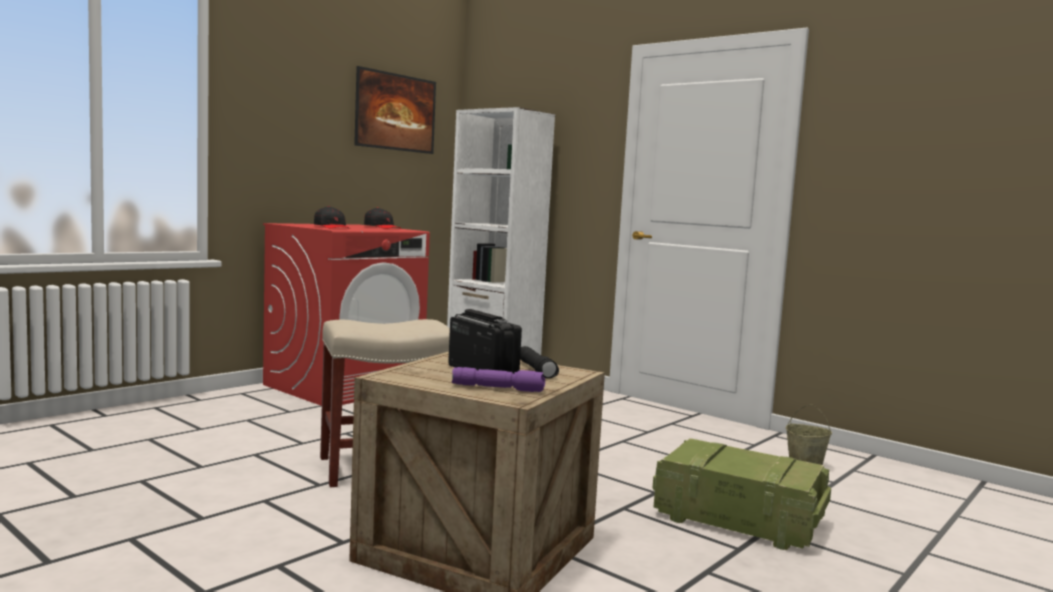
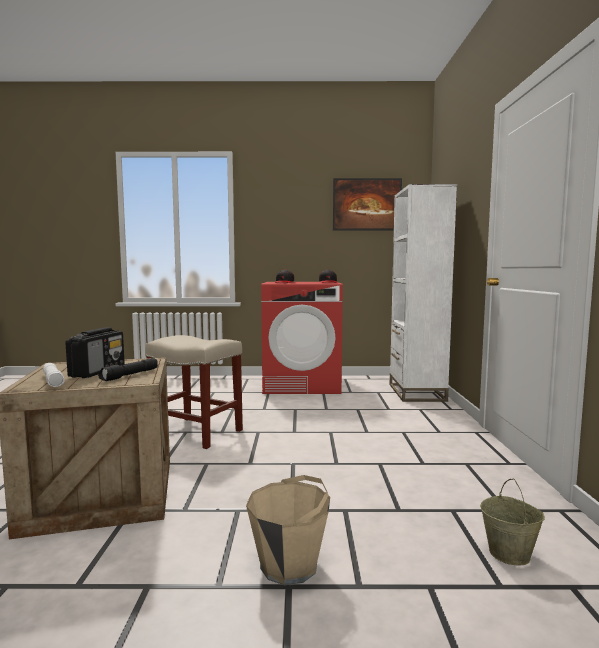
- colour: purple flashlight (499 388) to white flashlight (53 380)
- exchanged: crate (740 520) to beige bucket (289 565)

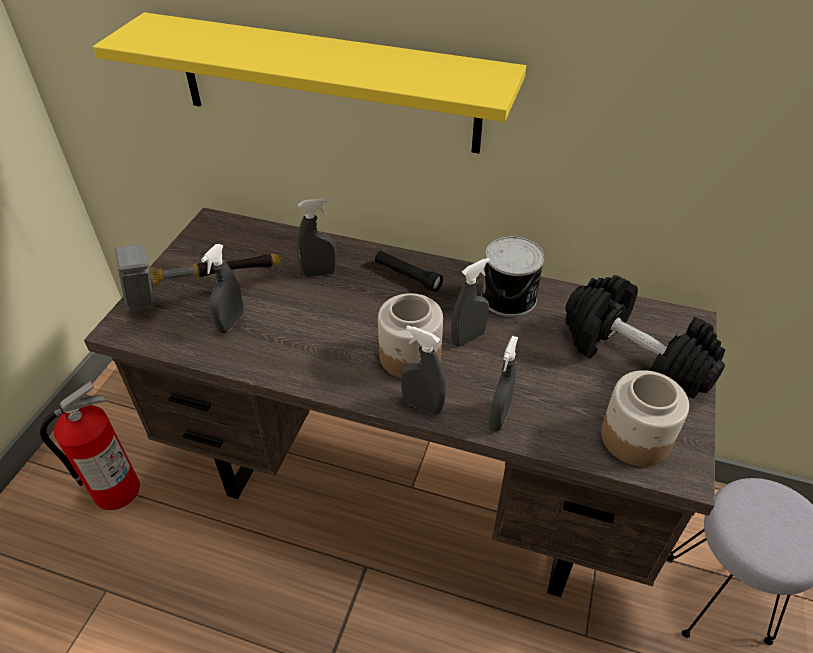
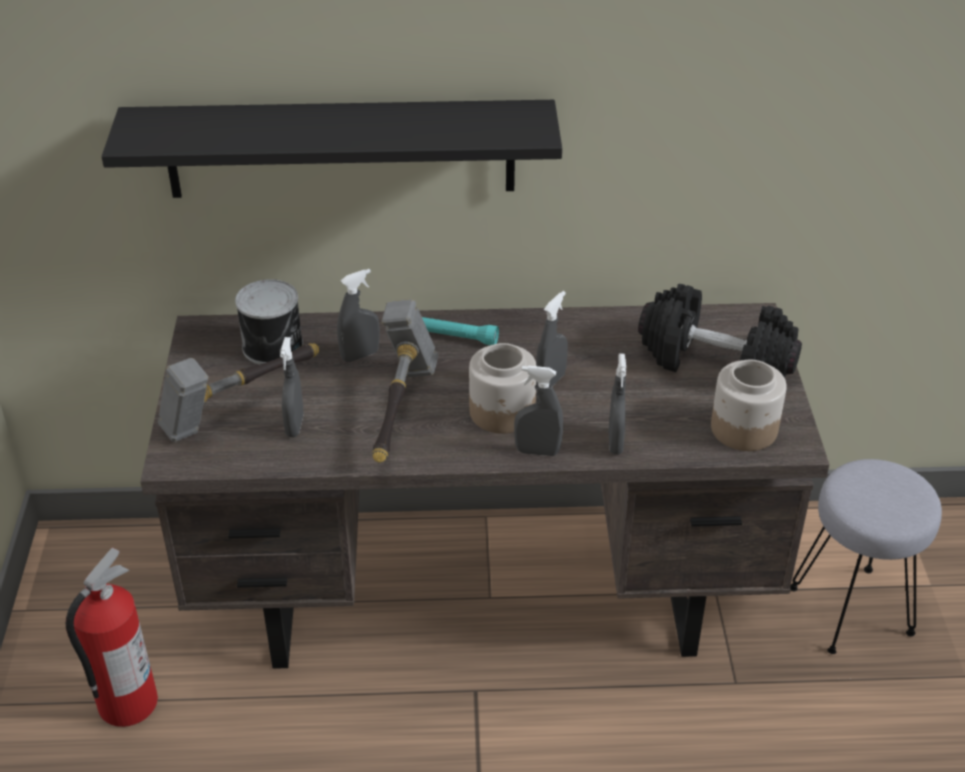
- colour: yellow shelf (326 84) to black shelf (340 148)
- colour: black flashlight (407 276) to turquoise flashlight (457 337)
- relocated: can (510 298) to (274 346)
- appeared: hammer (400 412)

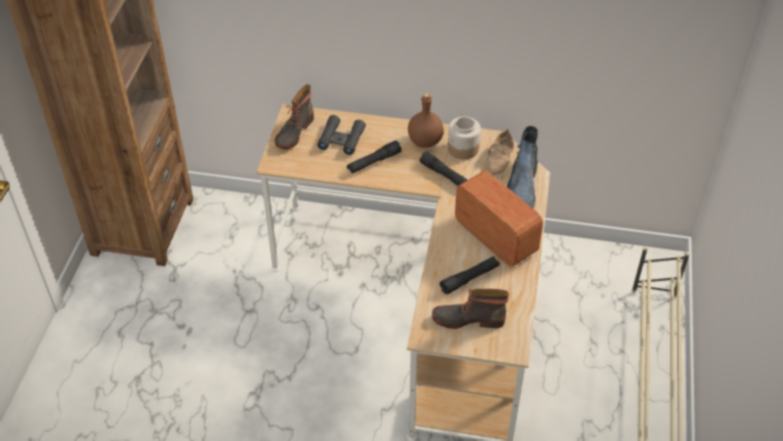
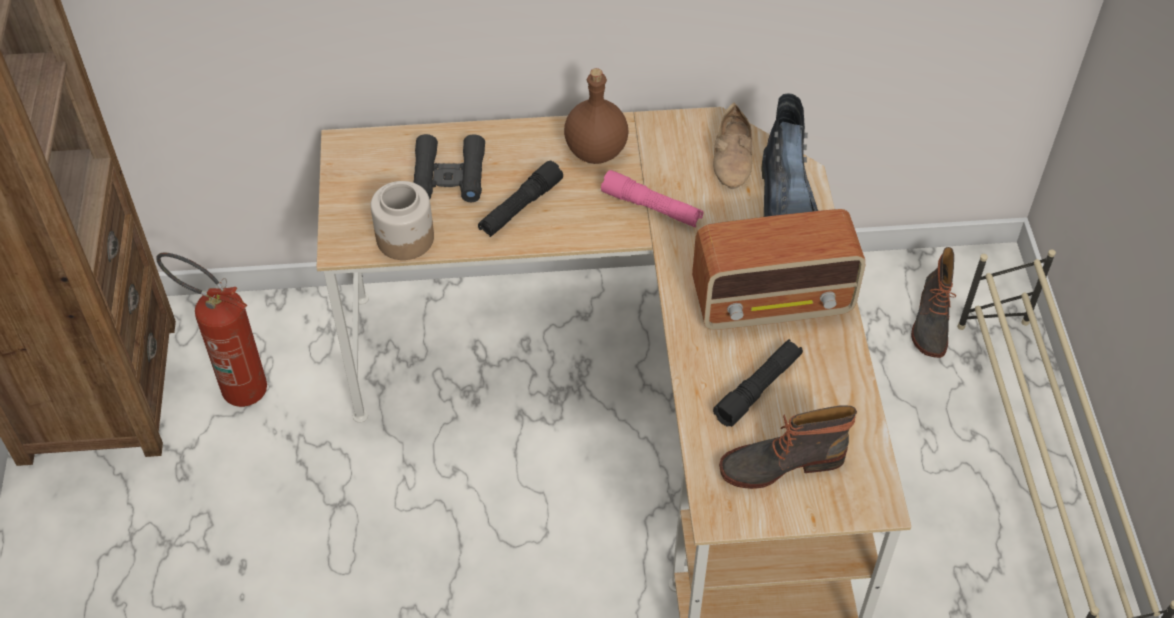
- relocated: boot (293 132) to (930 323)
- colour: black flashlight (445 176) to pink flashlight (651 207)
- relocated: jar (463 149) to (405 239)
- spun: radio (494 237) = (773 302) 135 degrees clockwise
- appeared: fire extinguisher (234 385)

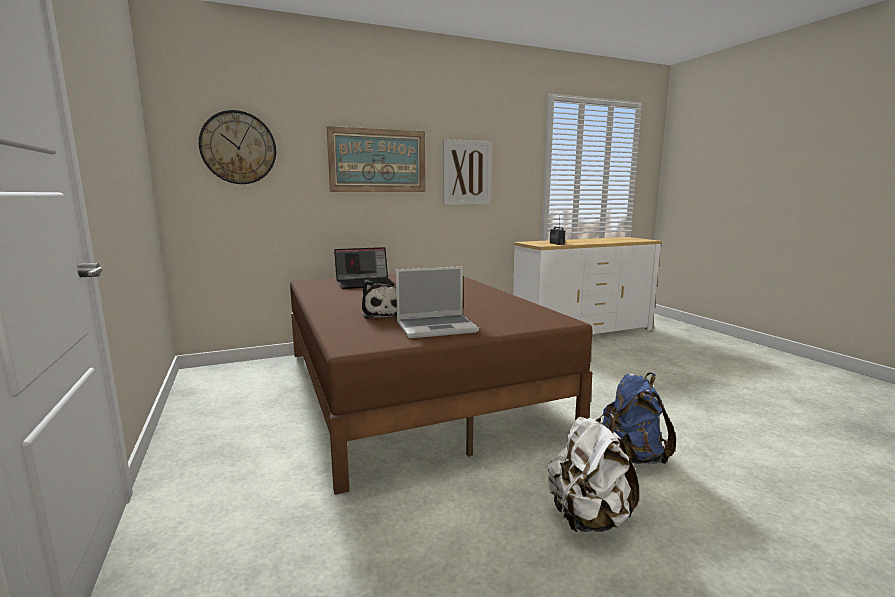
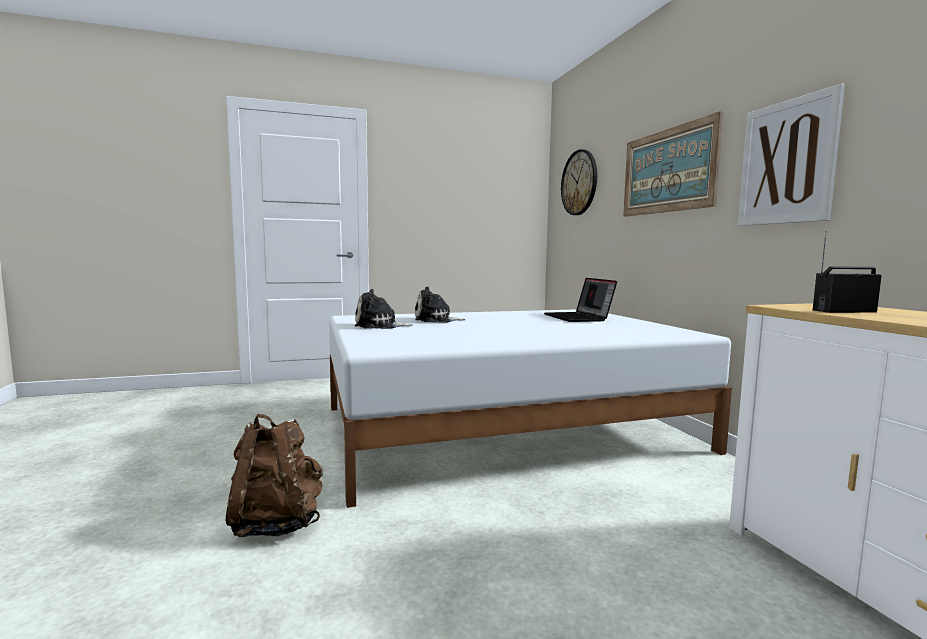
- colour: brown bed (413 387) to white bed (505 428)
- exchanged: laptop (437 327) to plush toy (379 326)
- missing: white backpack (588 518)
- colour: blue backpack (630 457) to brown backpack (277 524)

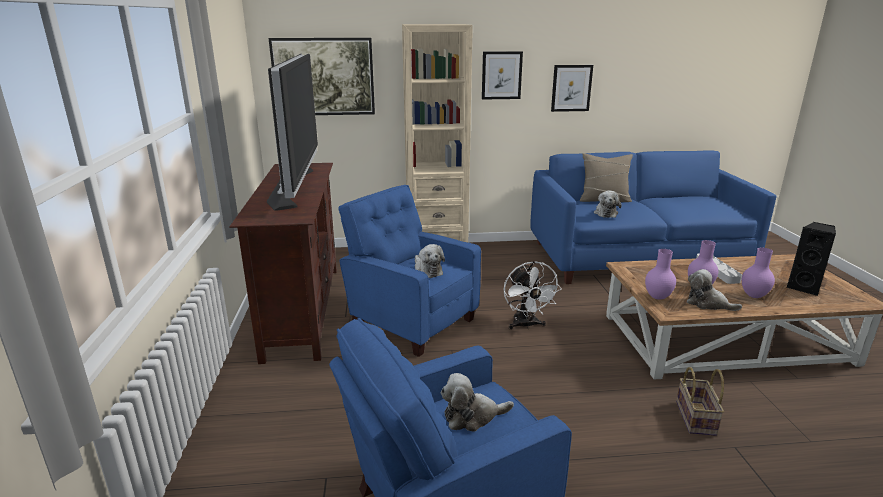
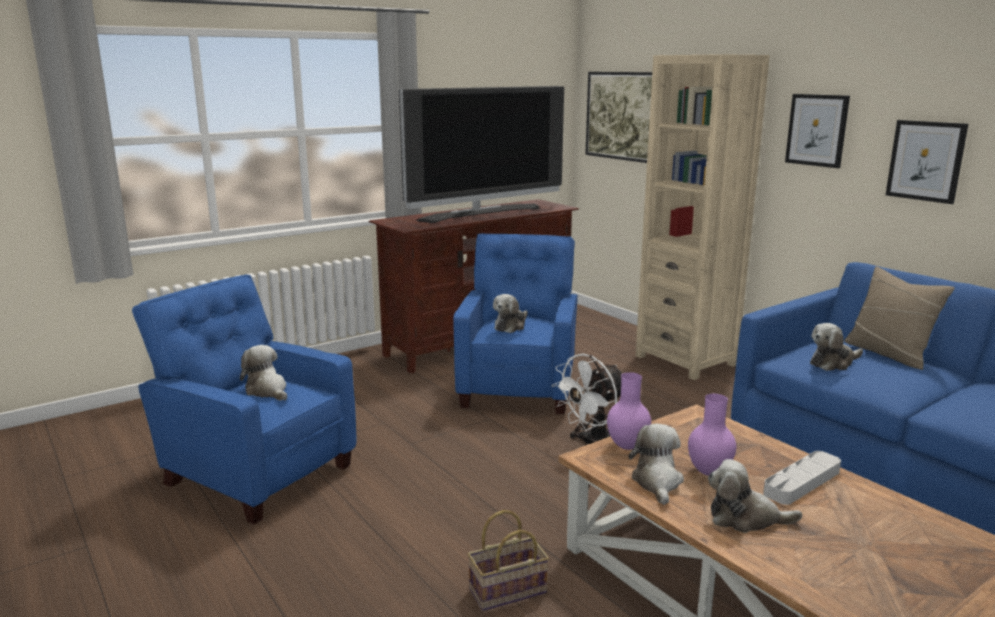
- exchanged: purple vase (754 296) to plush toy (745 518)
- missing: black speaker (804 288)

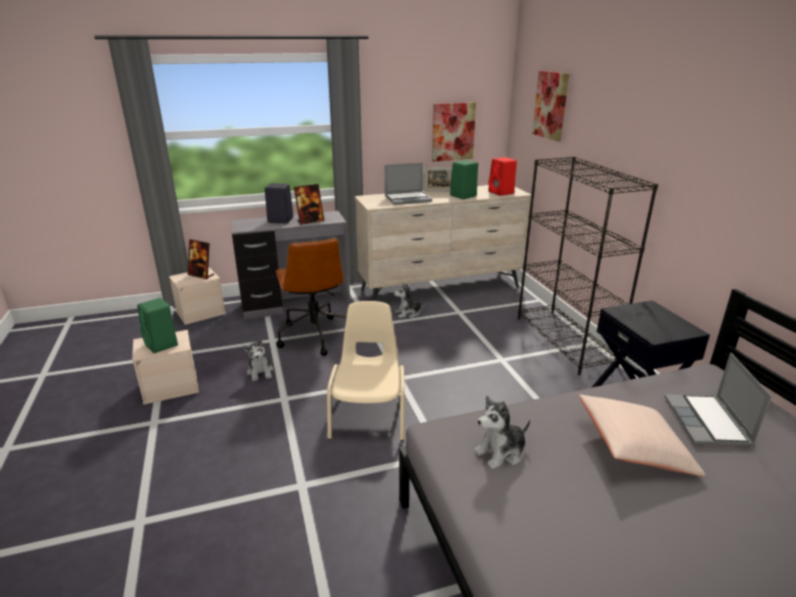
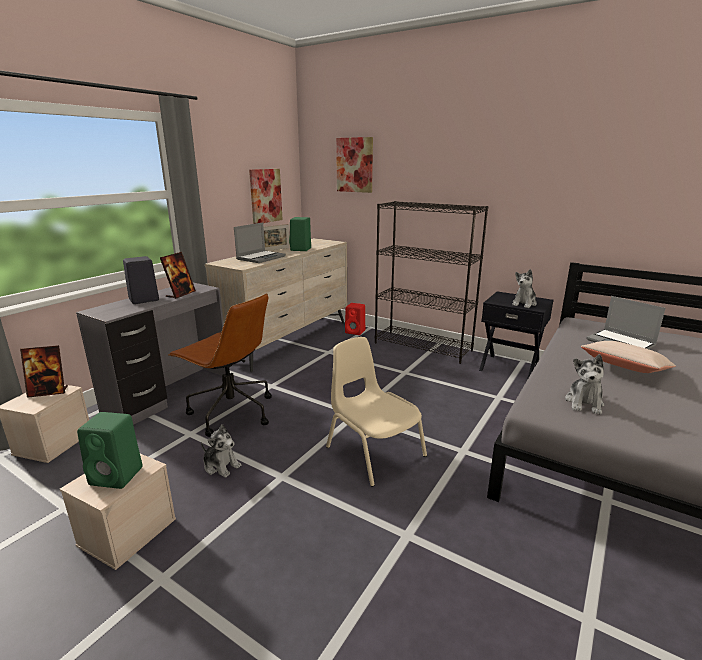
- relocated: plush toy (408 313) to (524 303)
- relocated: red speaker (501 193) to (356 332)

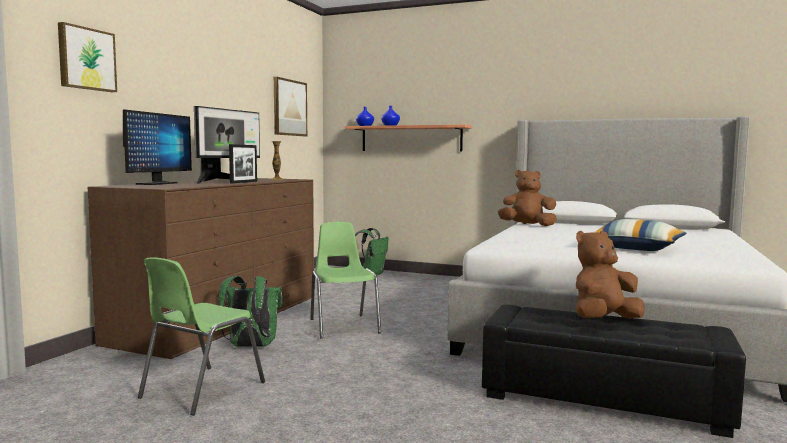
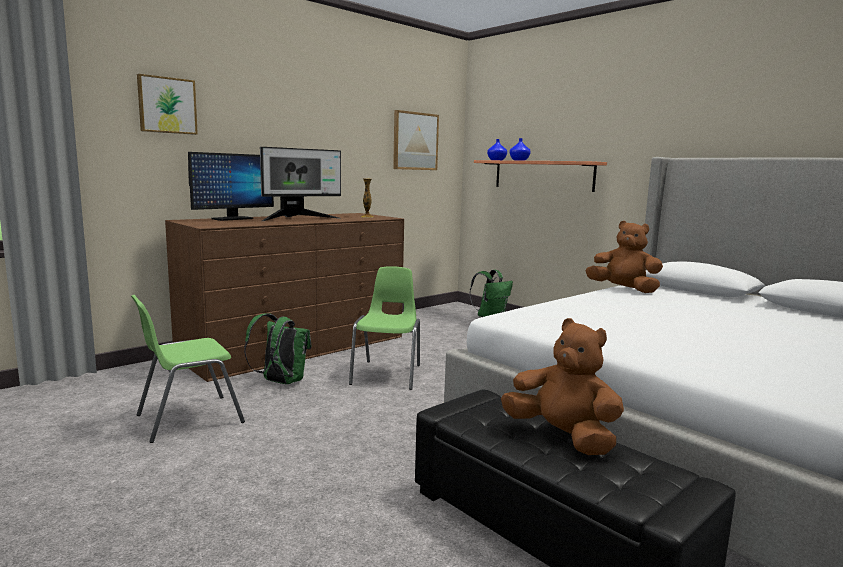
- missing: picture frame (244 182)
- spun: brown plush toy (603 320) = (562 437) 45 degrees clockwise
- missing: pillow (637 248)

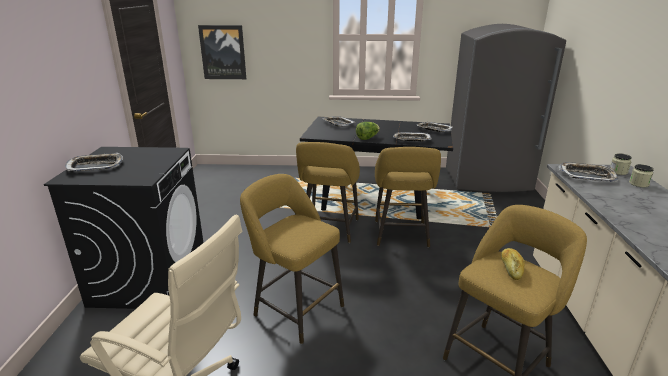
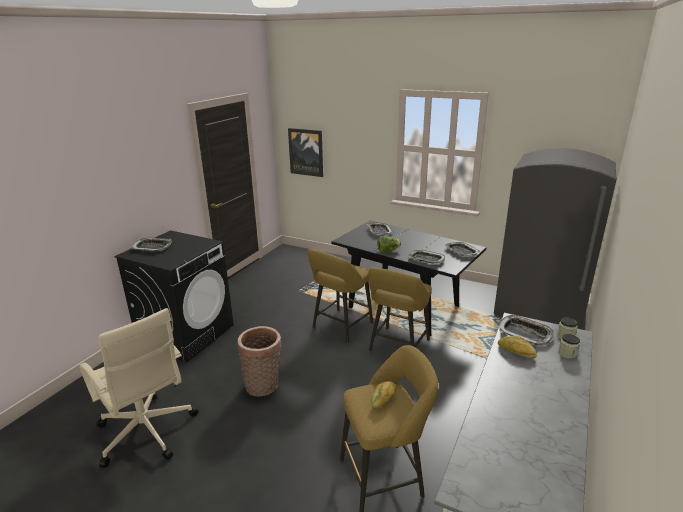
- exchanged: yellow stool (295 309) to basket (264 386)
- appeared: bread (516 352)

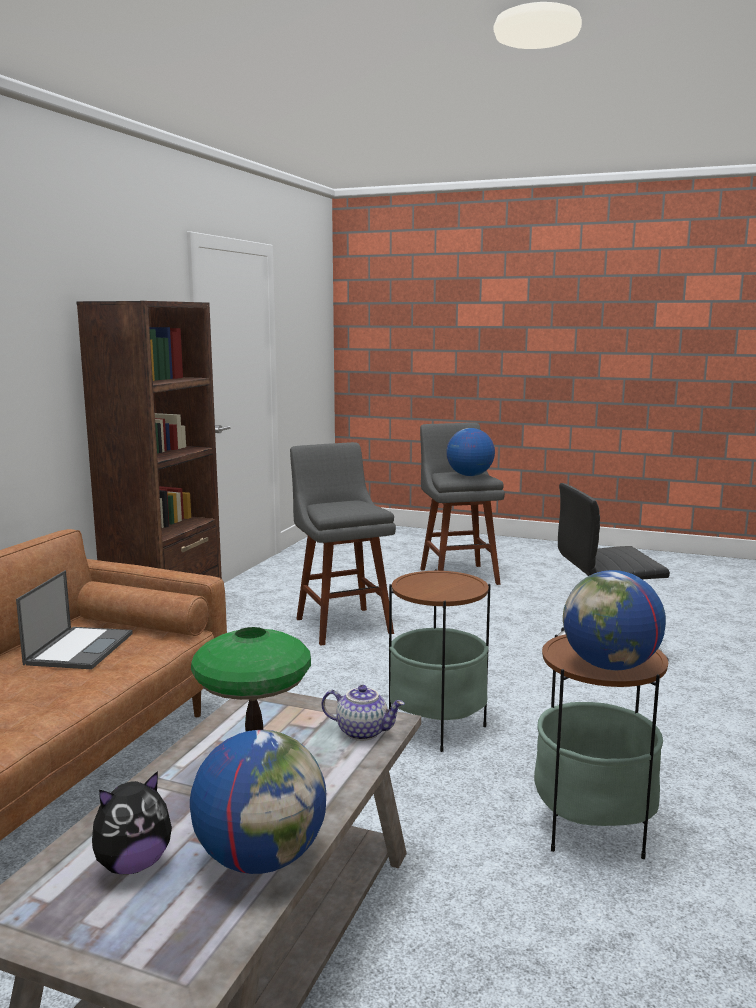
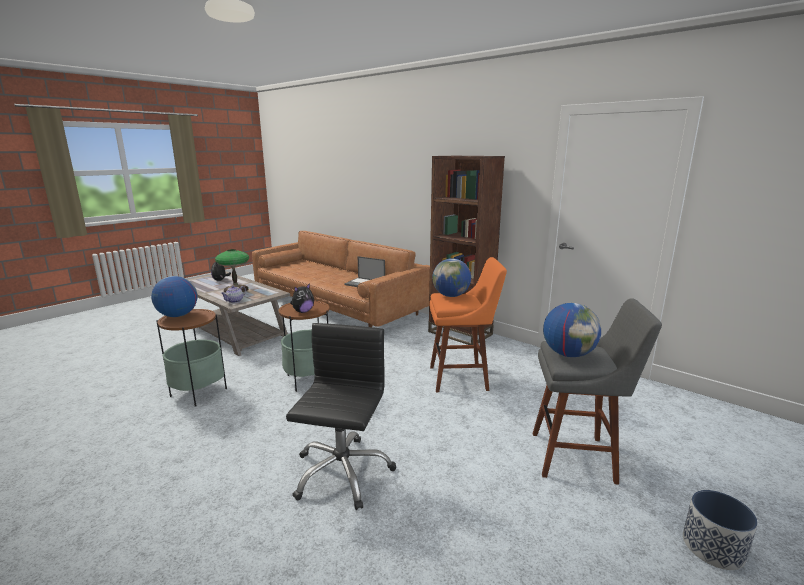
- relocated: globe (261 858) to (451 296)
- colour: grey stool (342 624) to orange stool (462 378)
- appeared: plush toy (303 311)
- appeared: planter (713 548)

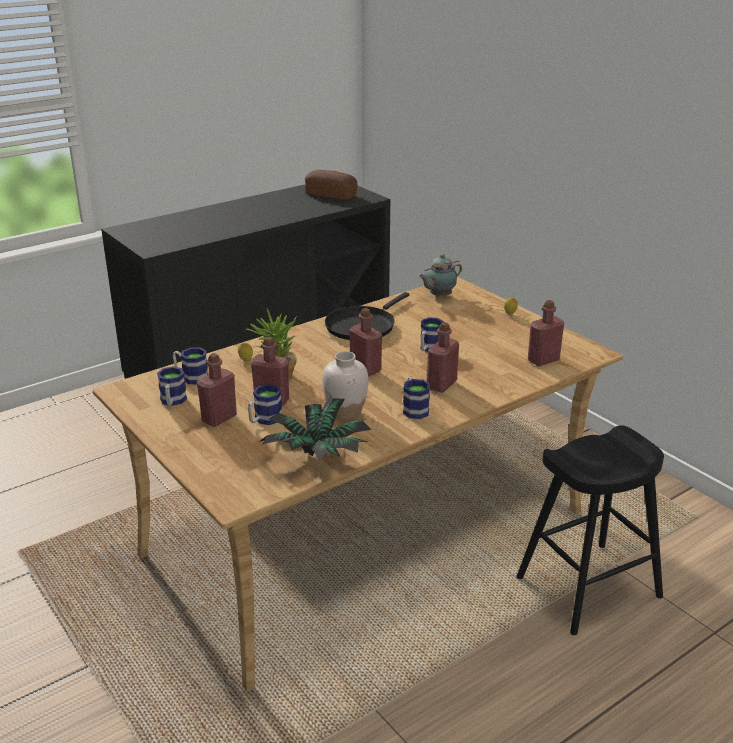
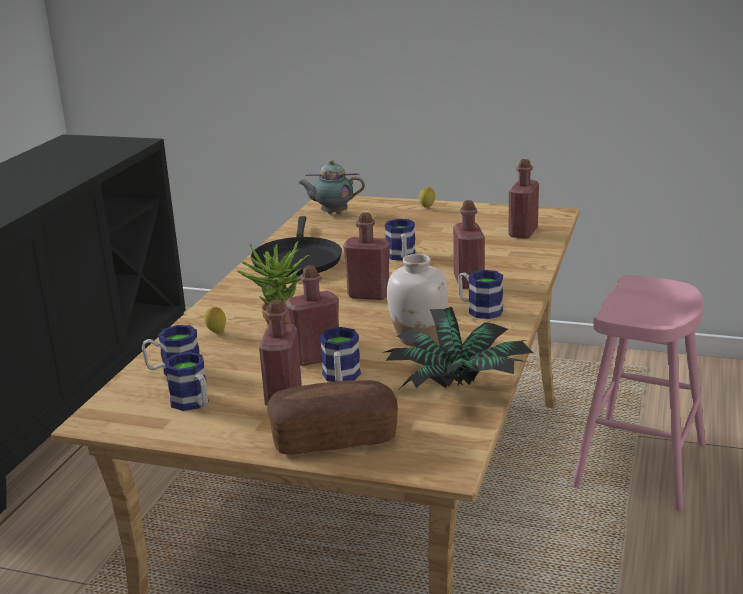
- relocated: bread (331 194) to (334 438)
- spun: teapot (439 296) = (332 213) 75 degrees clockwise
- colour: black stool (588 587) to pink stool (640 464)

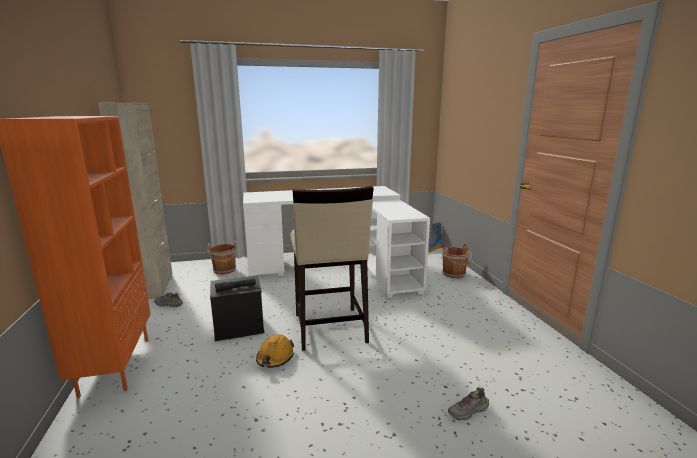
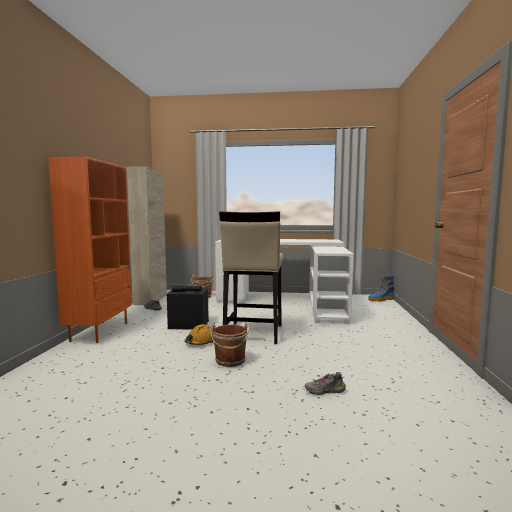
- relocated: brown bucket (454 274) to (230 361)

